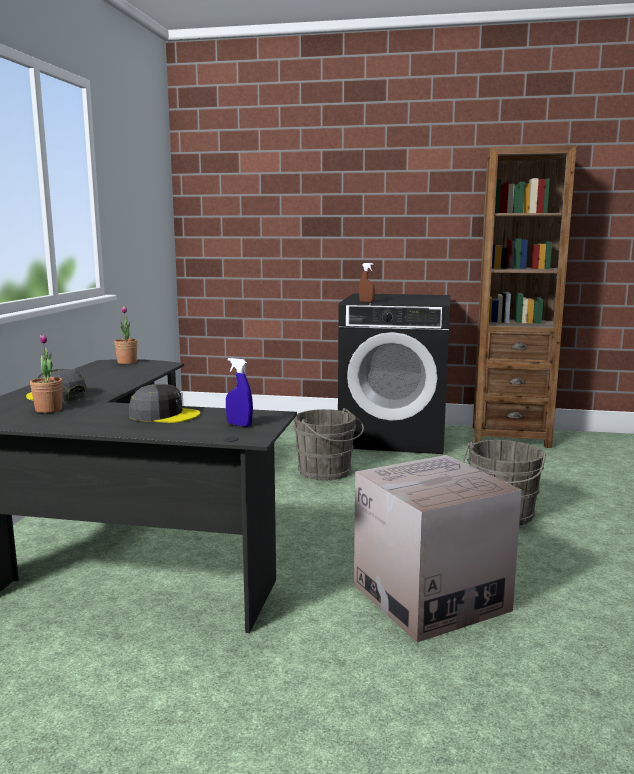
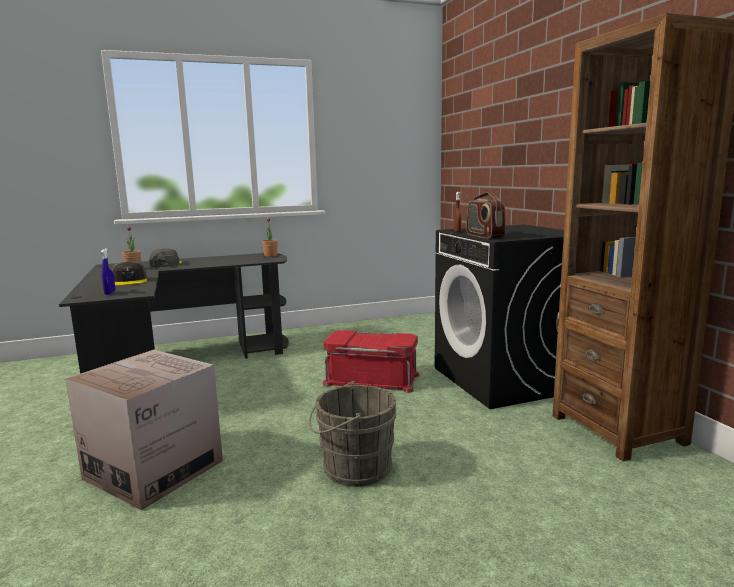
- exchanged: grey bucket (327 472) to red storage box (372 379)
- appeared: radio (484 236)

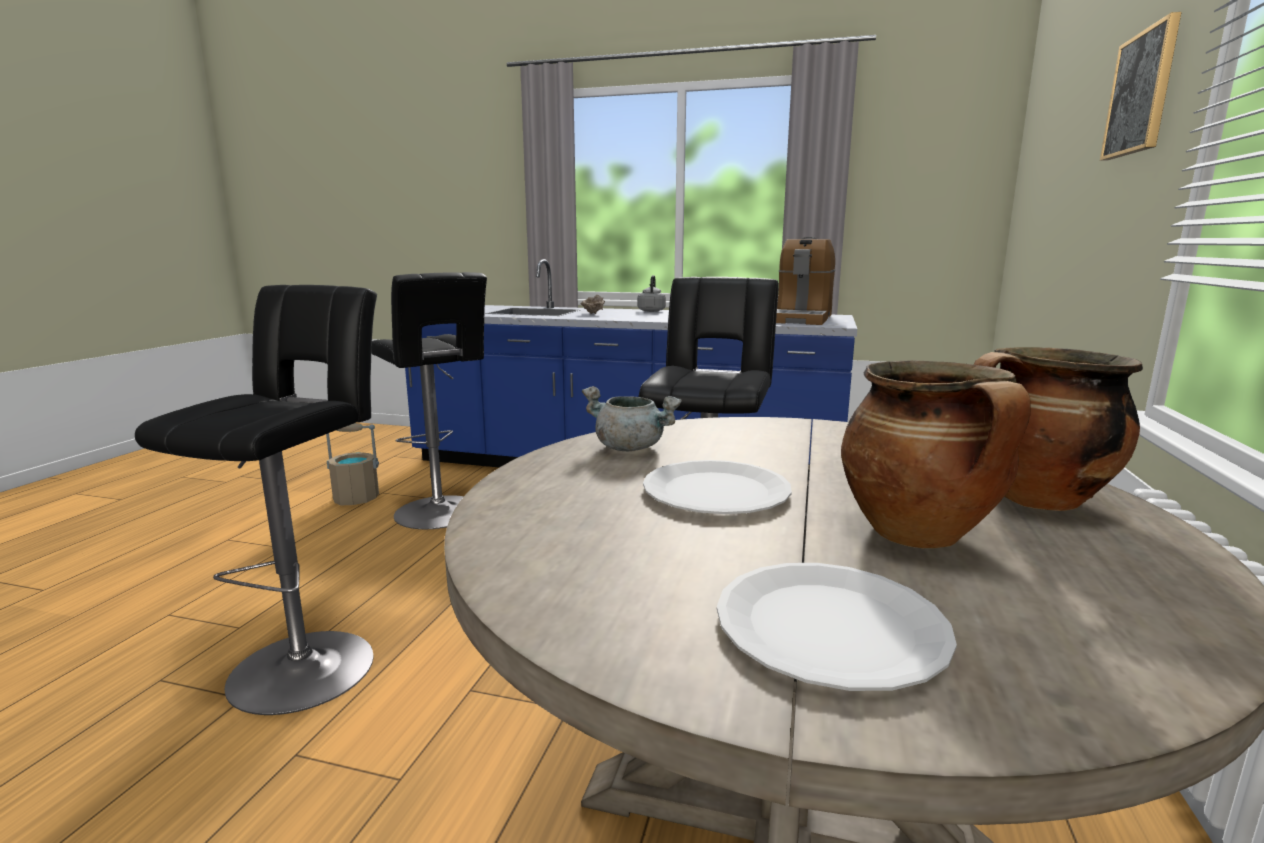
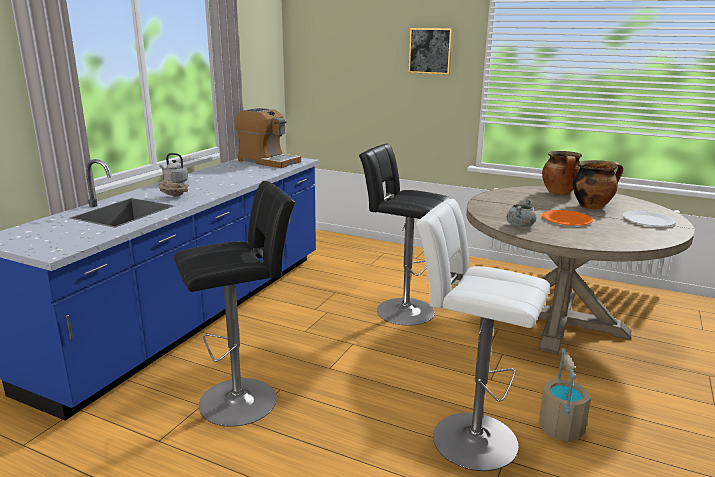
- colour: black stool (309 663) to white stool (468 438)
- relocated: beige bucket (356 499) to (560 428)
- colour: white plate (715 491) to orange plate (566 219)

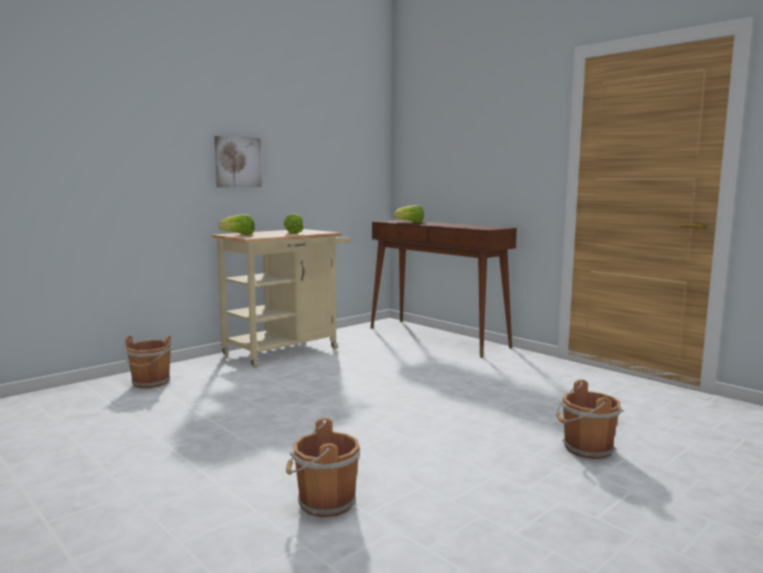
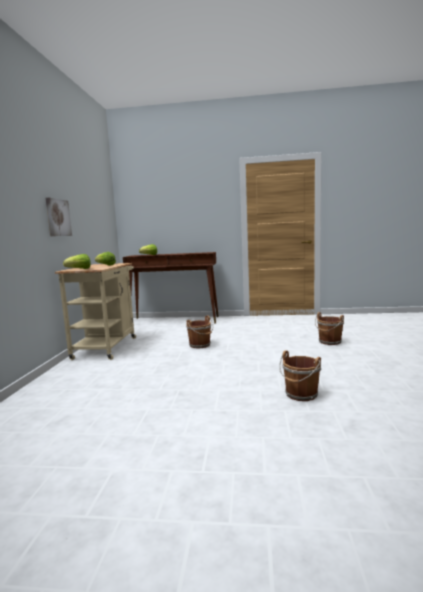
- relocated: brown bucket (150 383) to (200 345)

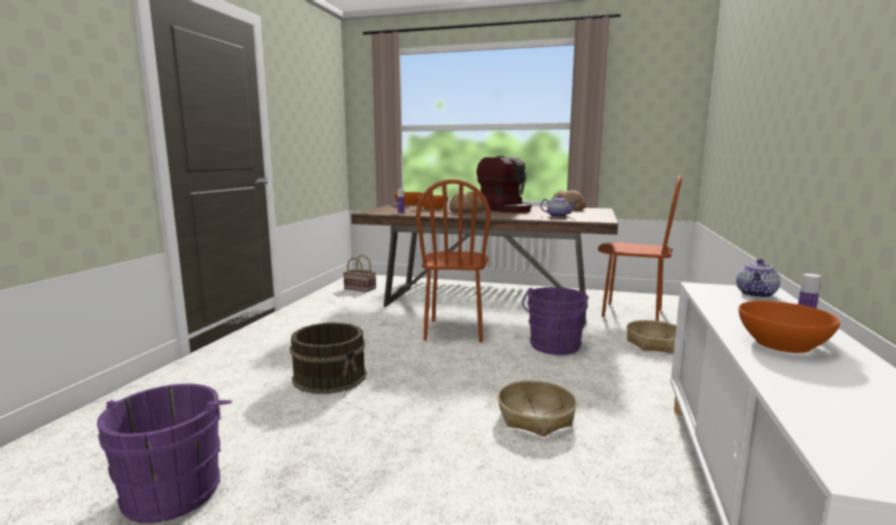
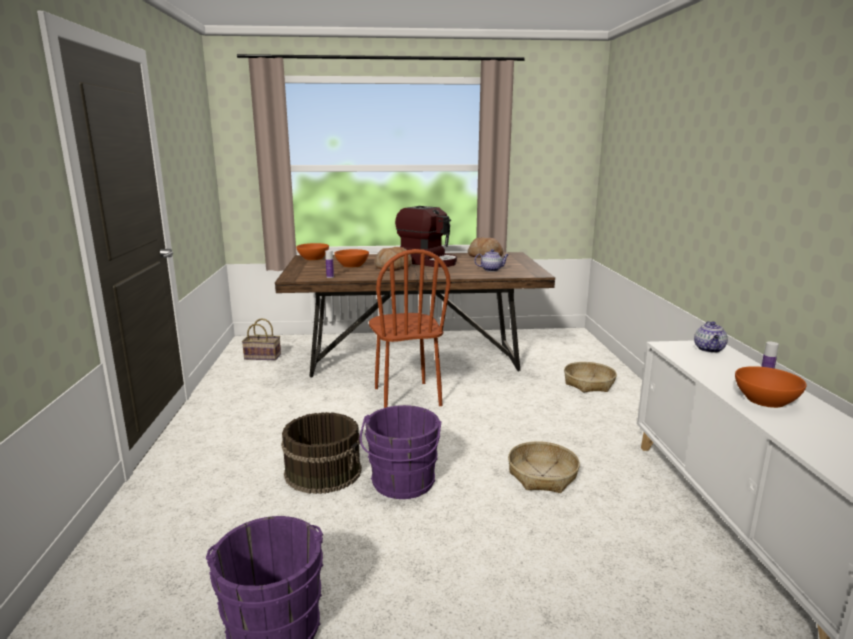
- relocated: purple bucket (554 346) to (402 484)
- missing: brown chair (632 313)

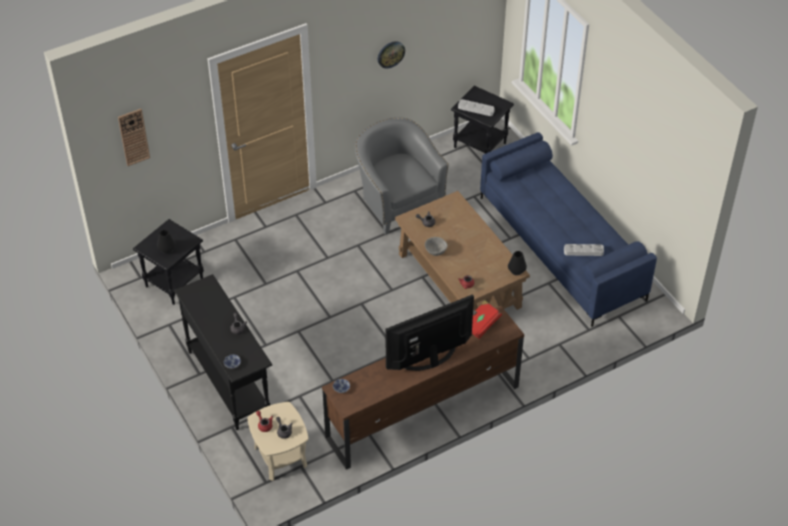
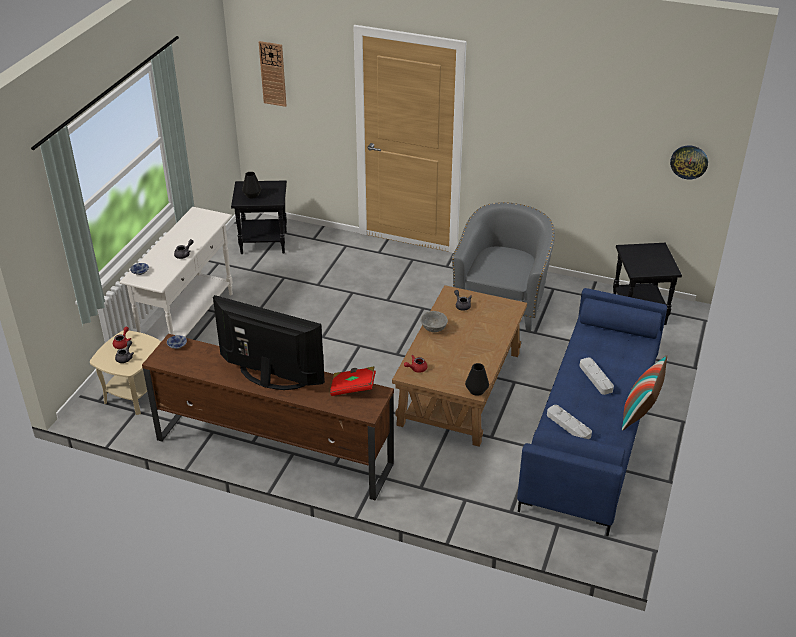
- colour: black console table (228 382) to white console table (189 323)
- relocated: wall clock (390 54) to (689 161)
- relocated: grey tray (476 109) to (596 378)
- appeared: pillow (640 414)

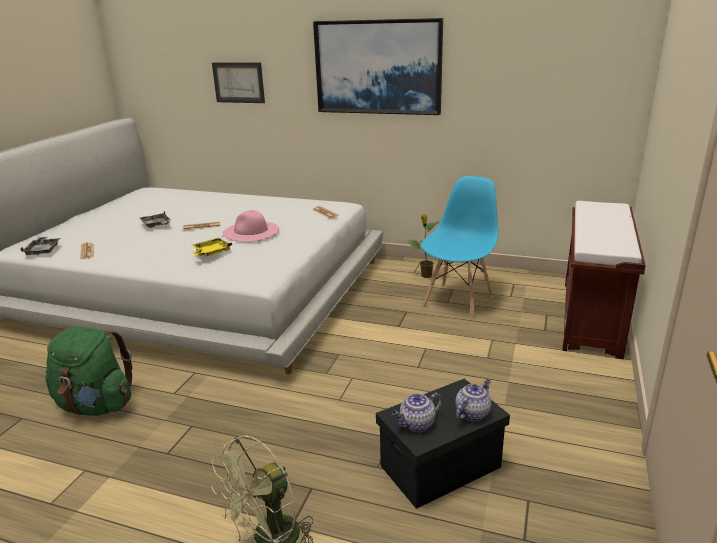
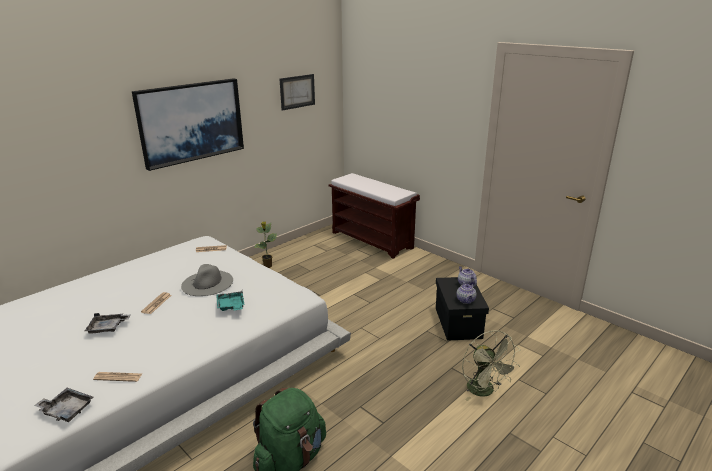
- colour: yellow tray (211 252) to turquoise tray (231 306)
- relocated: picture (238 82) to (297 91)
- colour: pink hat (251 231) to grey hat (207 283)
- missing: blue chair (458 301)

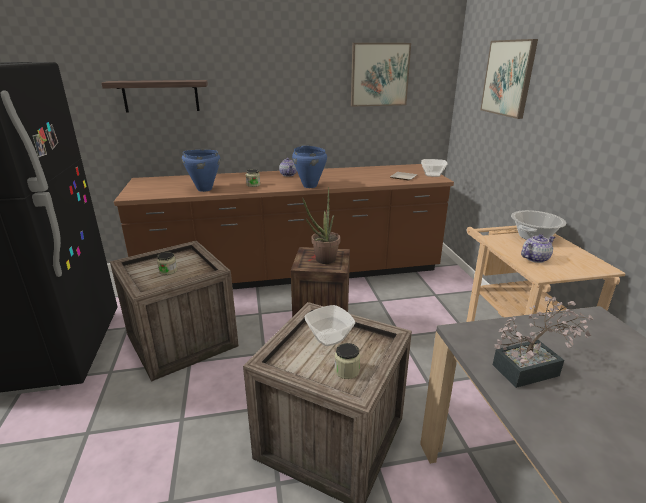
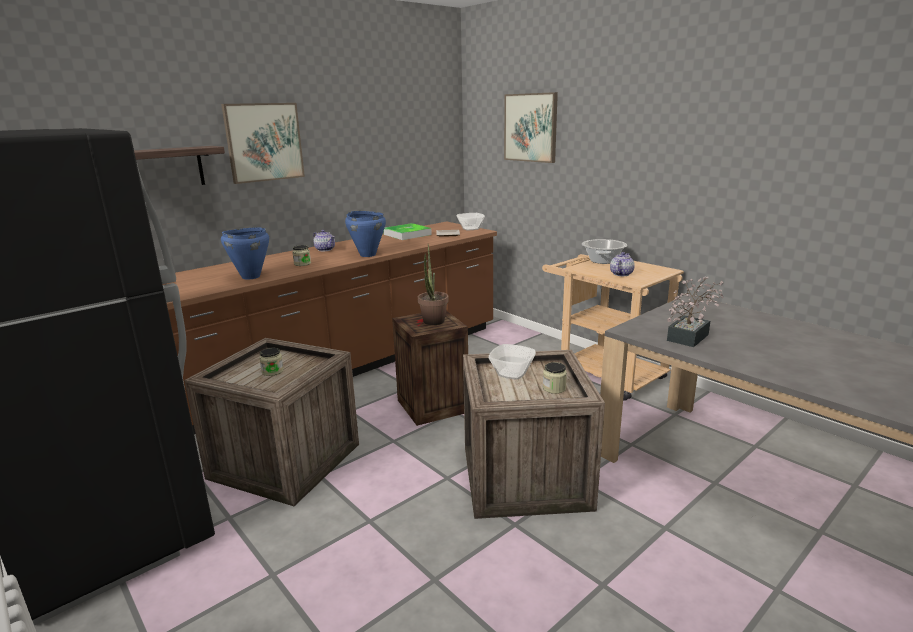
- relocated: picture (379 75) to (264 142)
- appeared: tray (407 234)

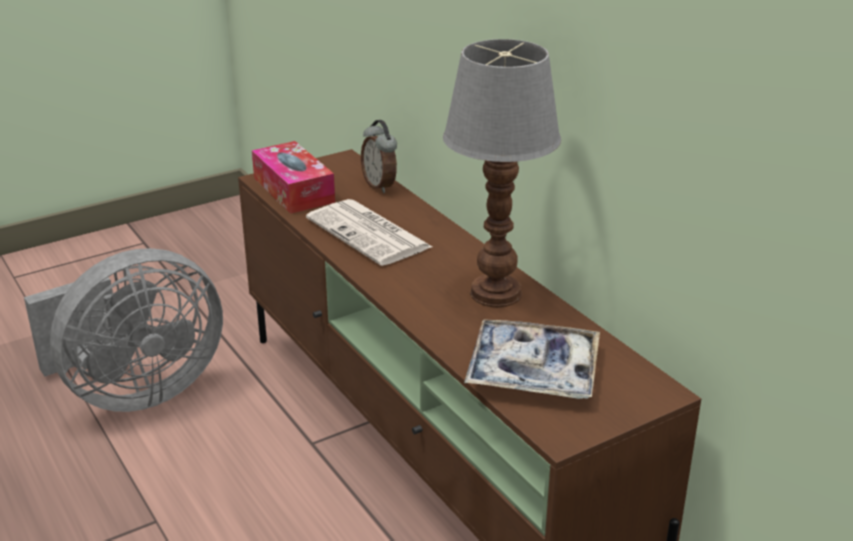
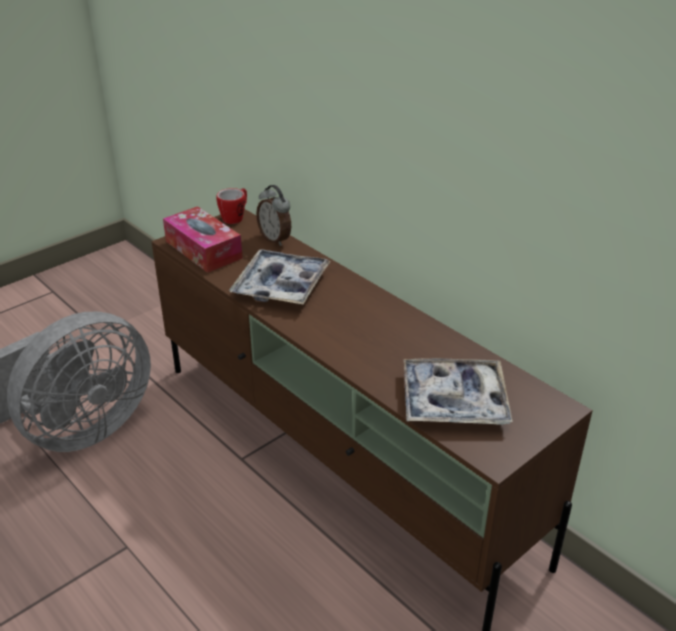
- exchanged: newspaper (370 234) to tray (281 285)
- missing: table lamp (496 294)
- appeared: mug (235 217)

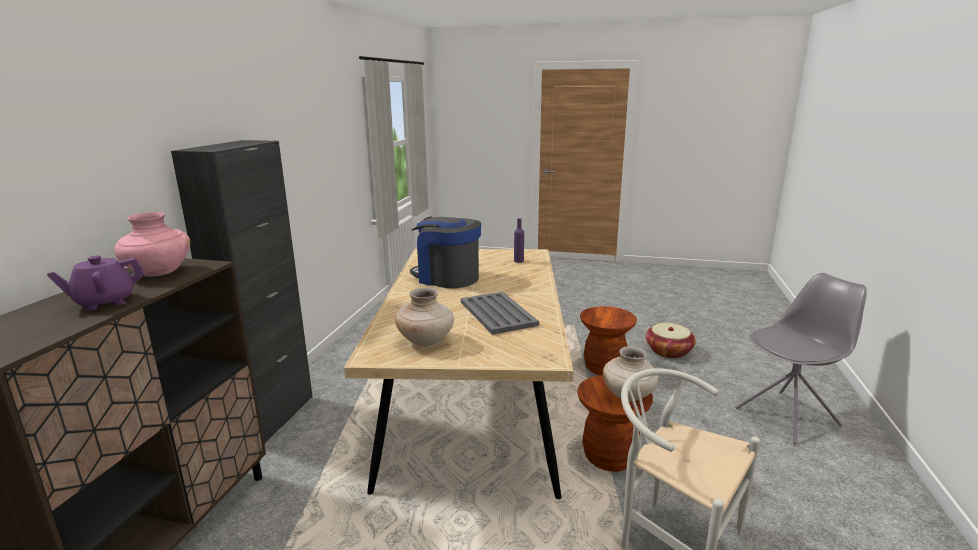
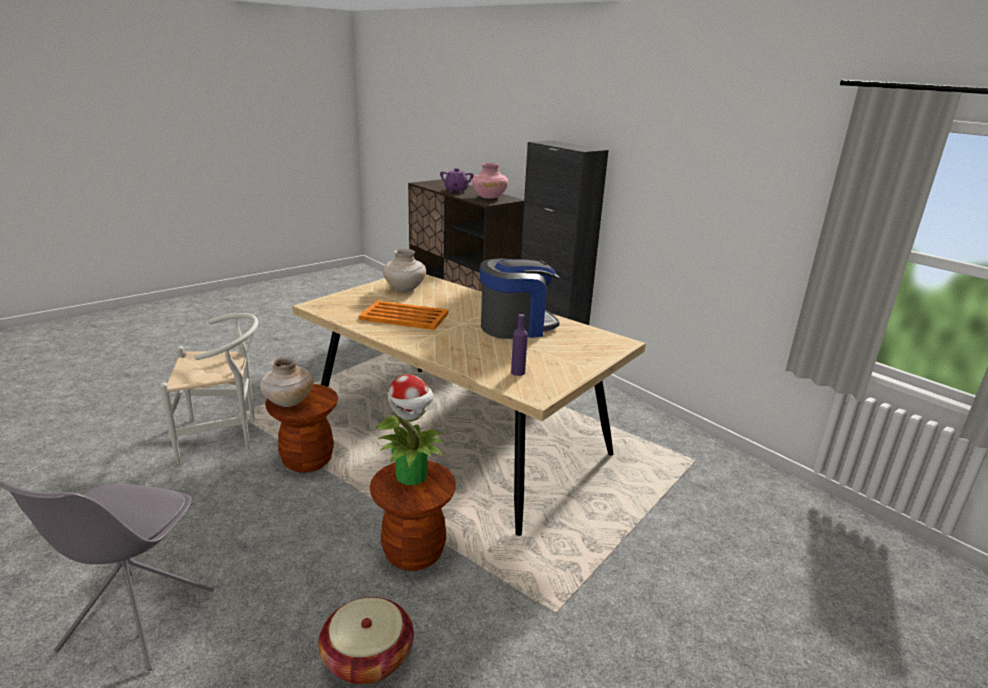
- colour: grey tray (497 313) to orange tray (405 316)
- appeared: potted plant (412 476)

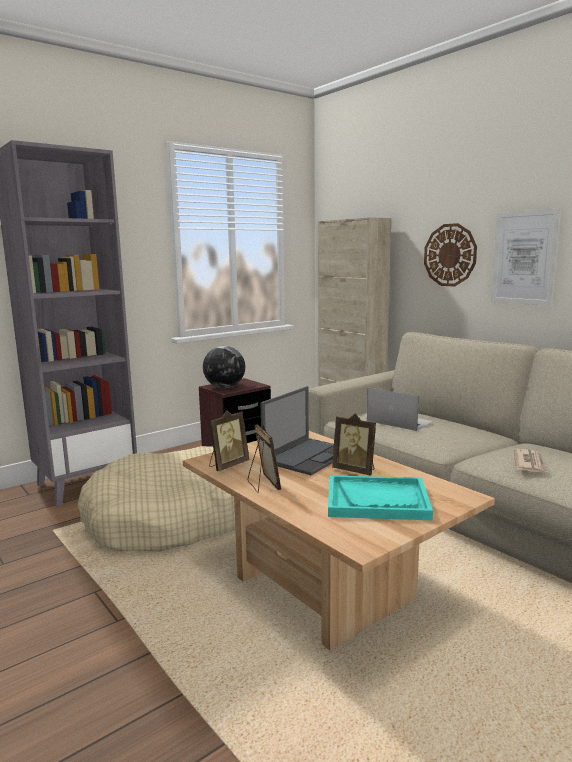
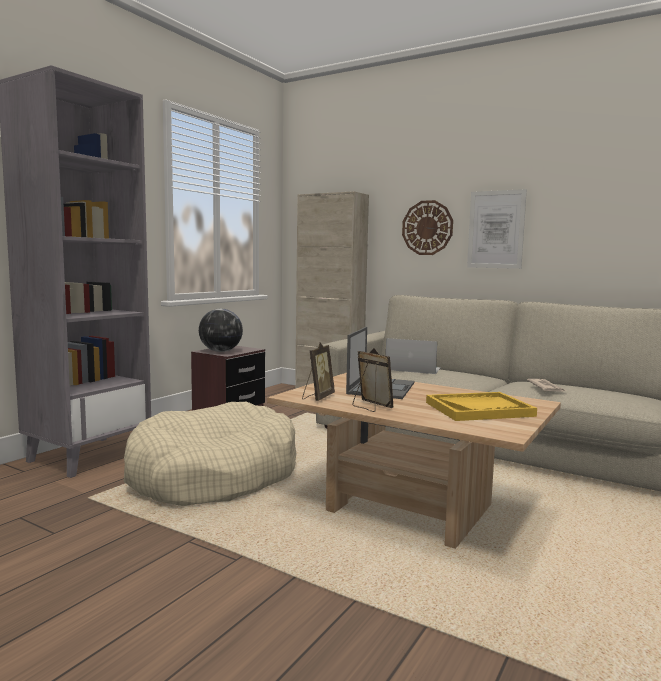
- colour: turquoise tray (377 500) to yellow tray (479 409)
- missing: picture frame (355 470)

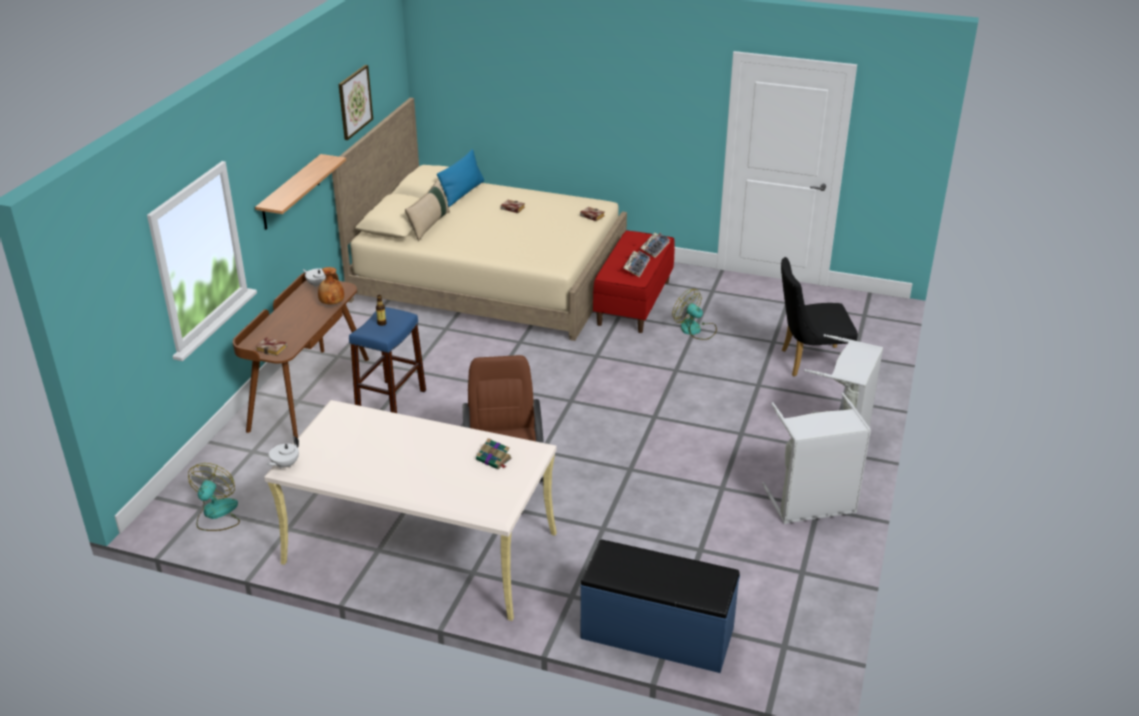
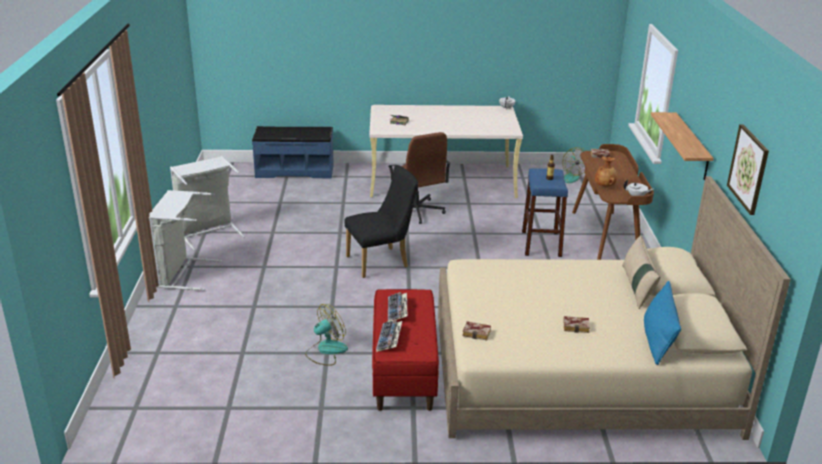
- spun: fan (695 330) = (326 350) 60 degrees counterclockwise
- relocated: black chair (809 362) to (382 261)

